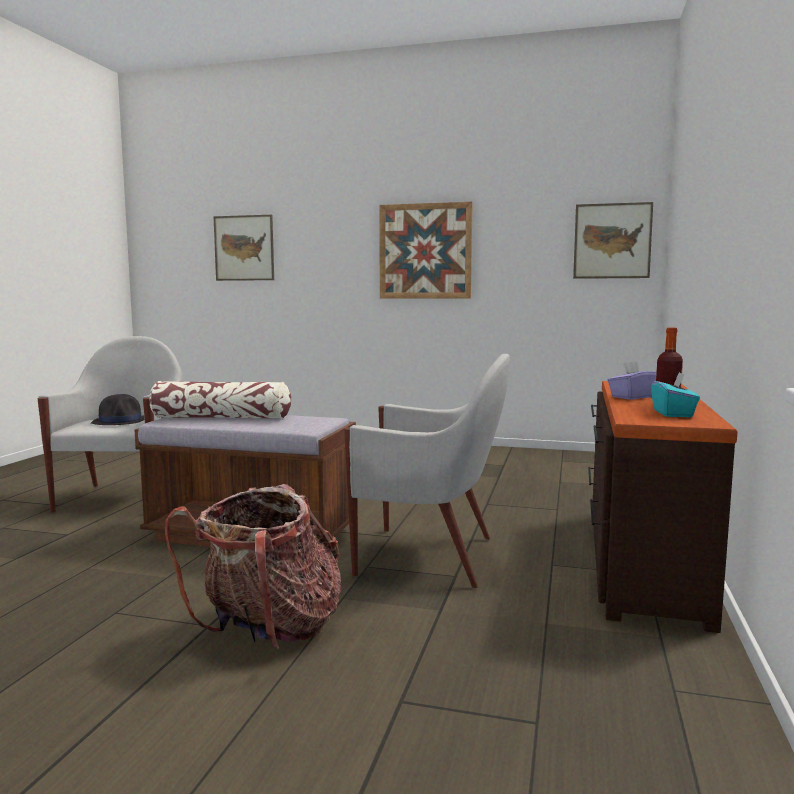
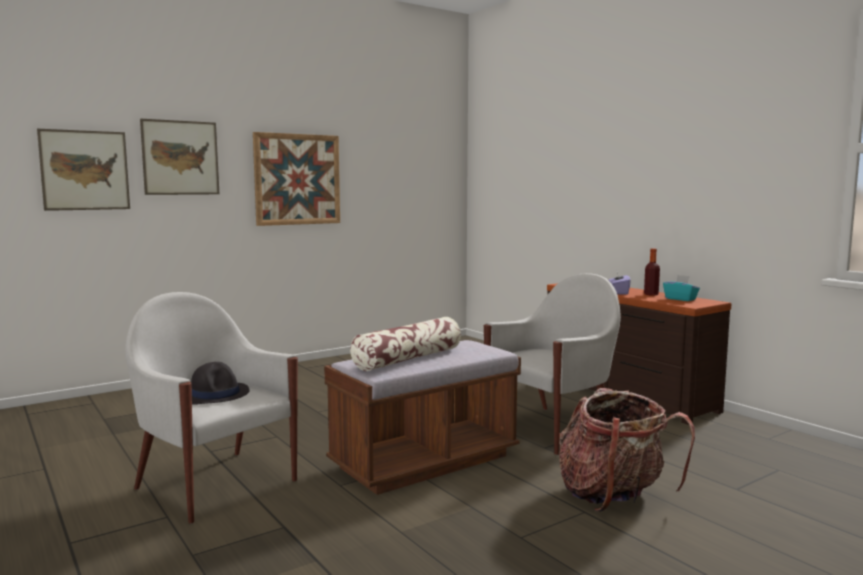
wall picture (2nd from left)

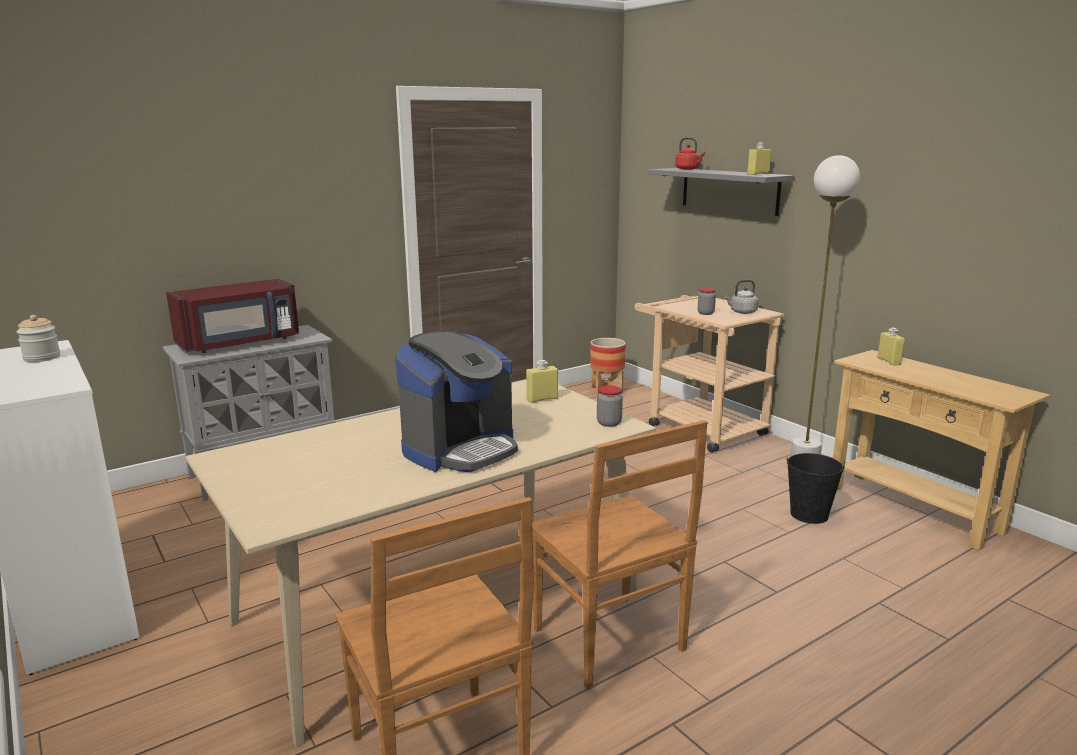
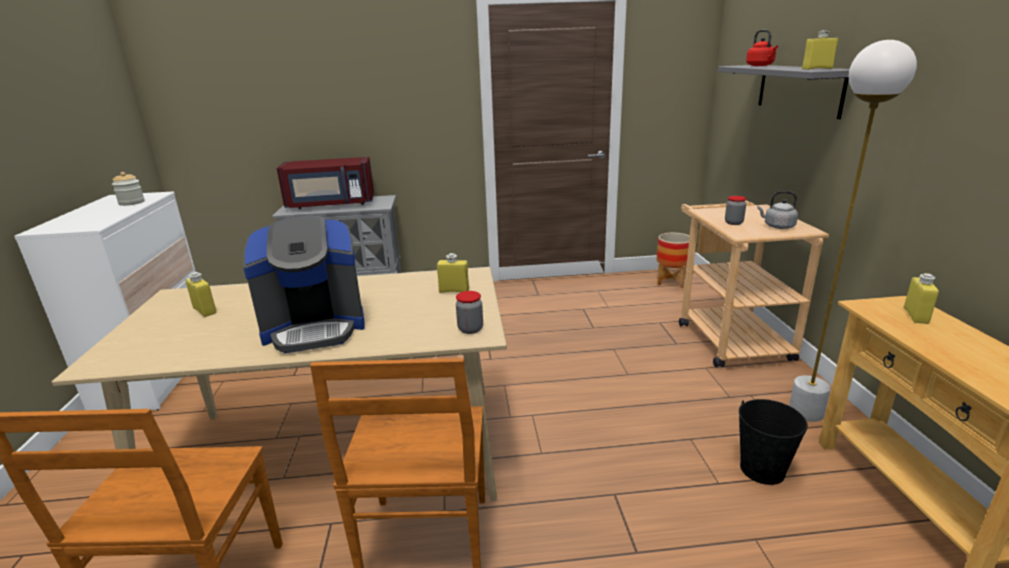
yellow-coloured beverage bottle (1st from left)

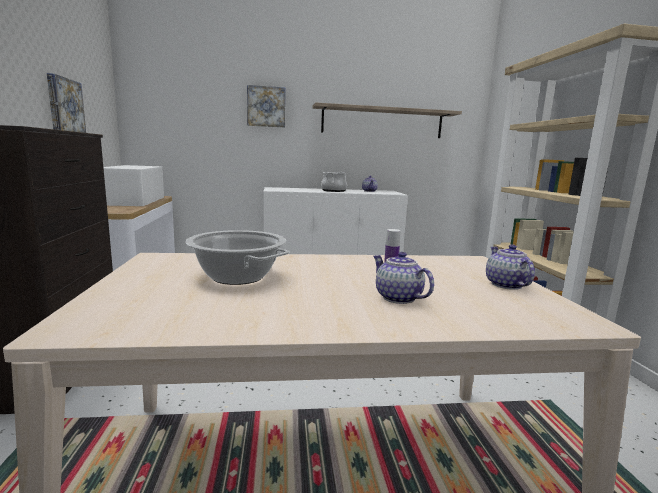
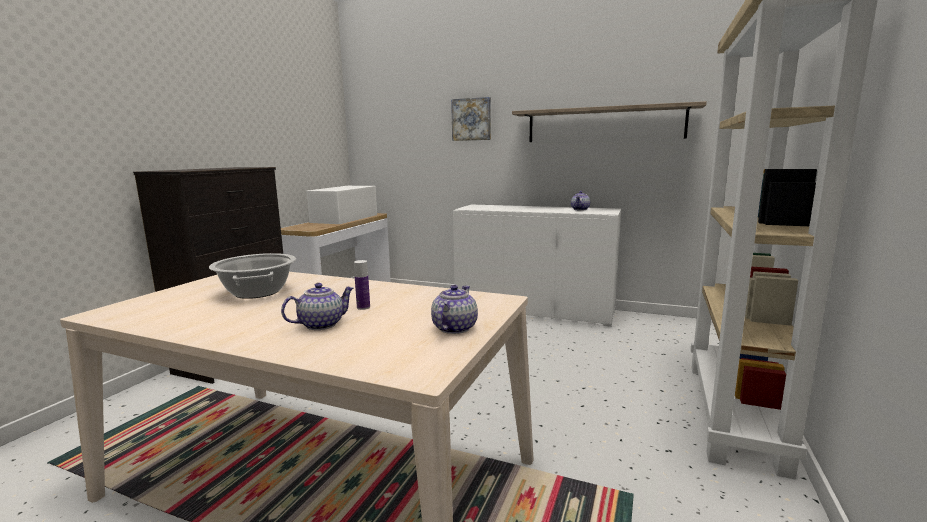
wall picture (1st from left in the first image)
stockpot (2nd from left in the first image)
tea pot (1st from left)

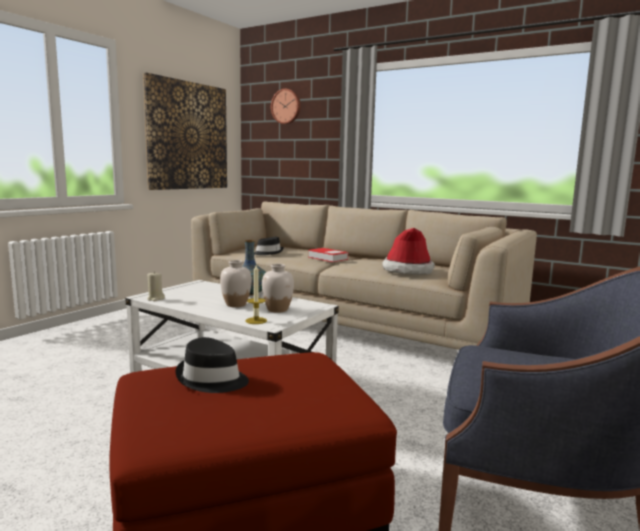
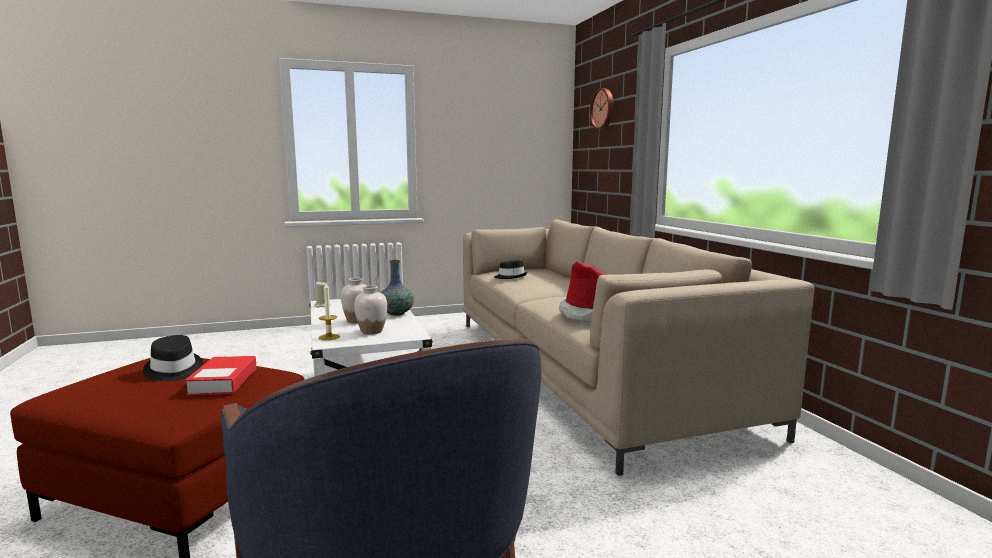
wall picture
volume

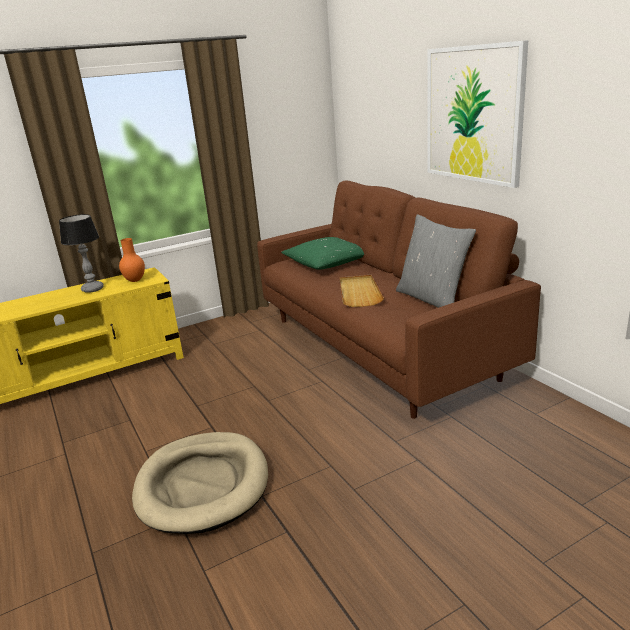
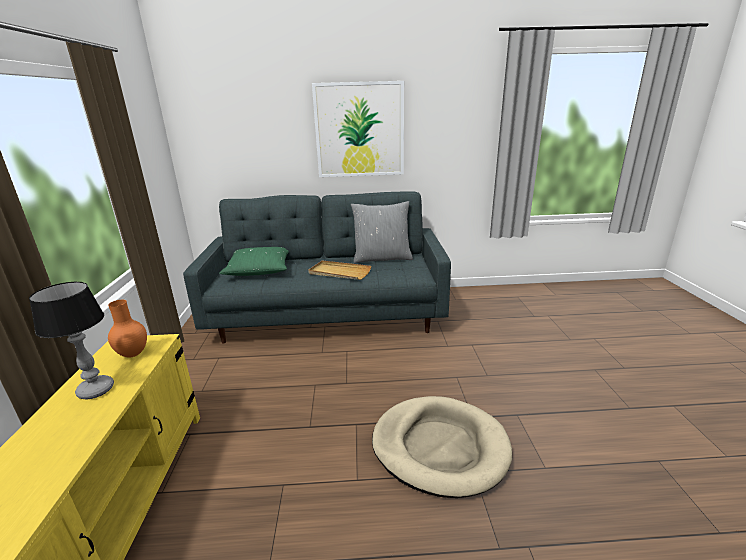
gray sofa

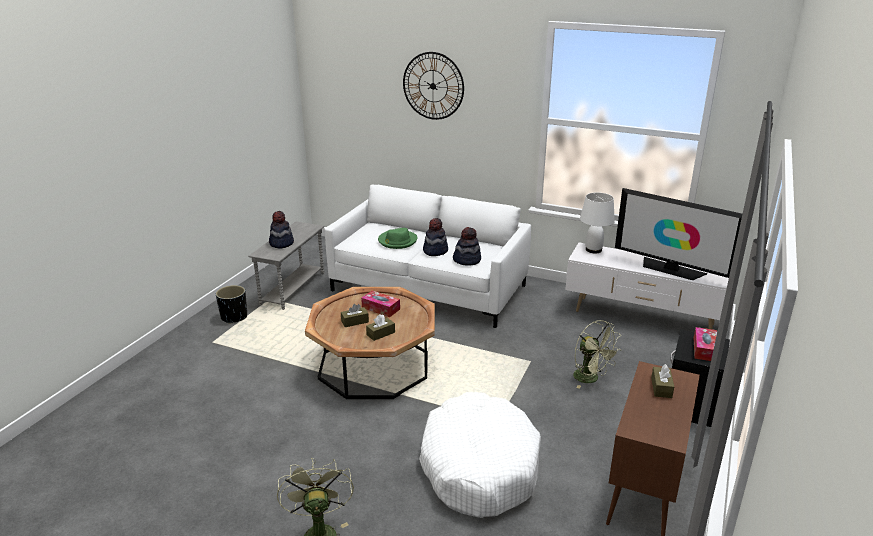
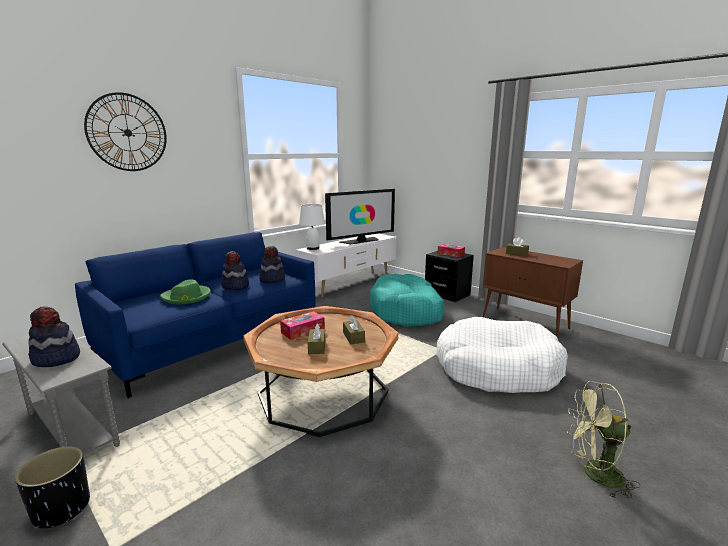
turquoise dog bed
blue sofa

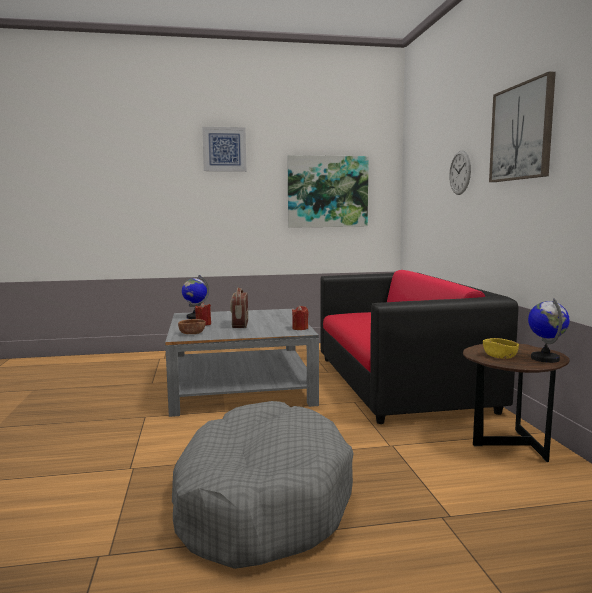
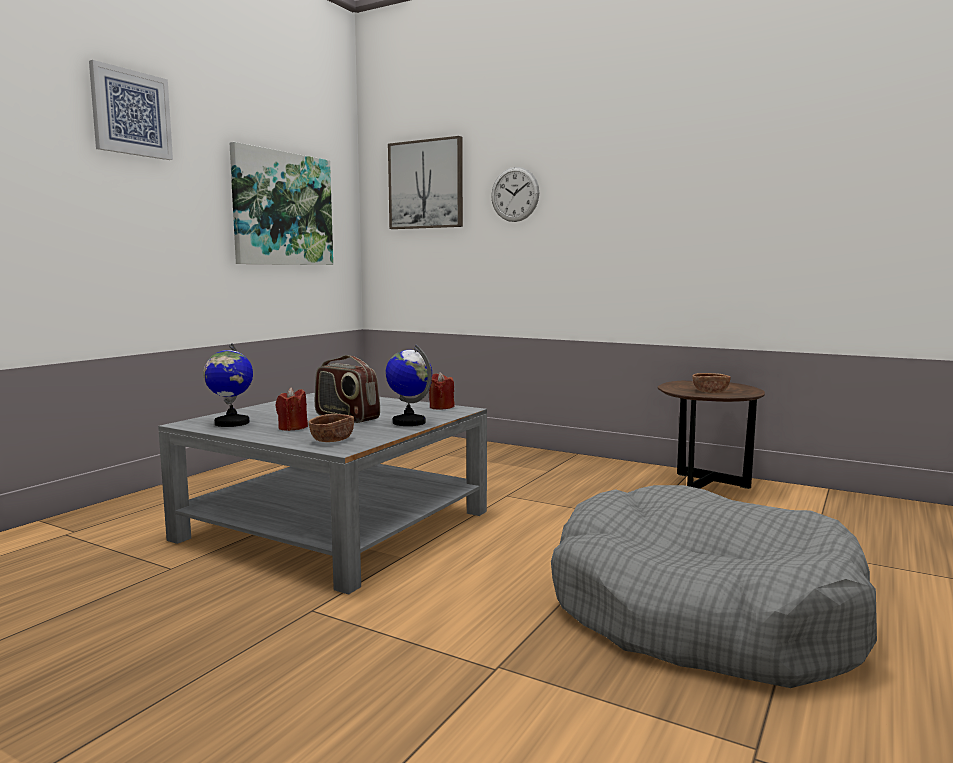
sofa
wall picture (3rd from left)
desk globe (2nd from left)
brownish serving bowl (2nd from left)

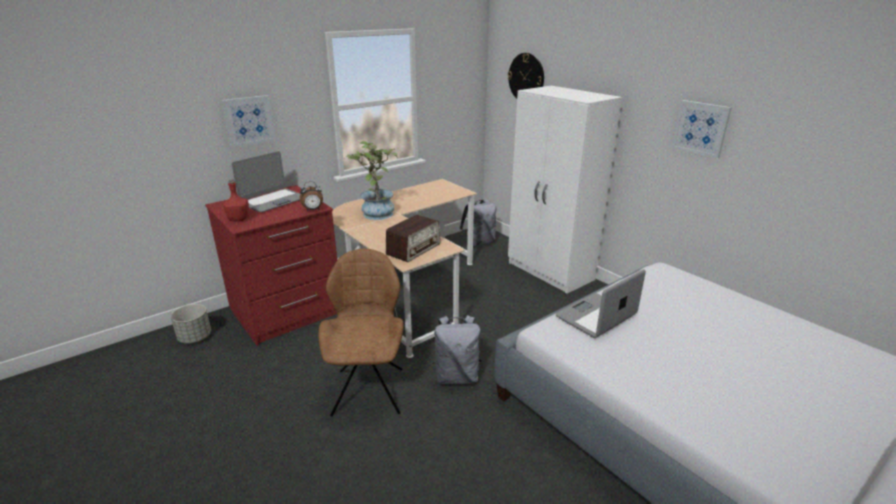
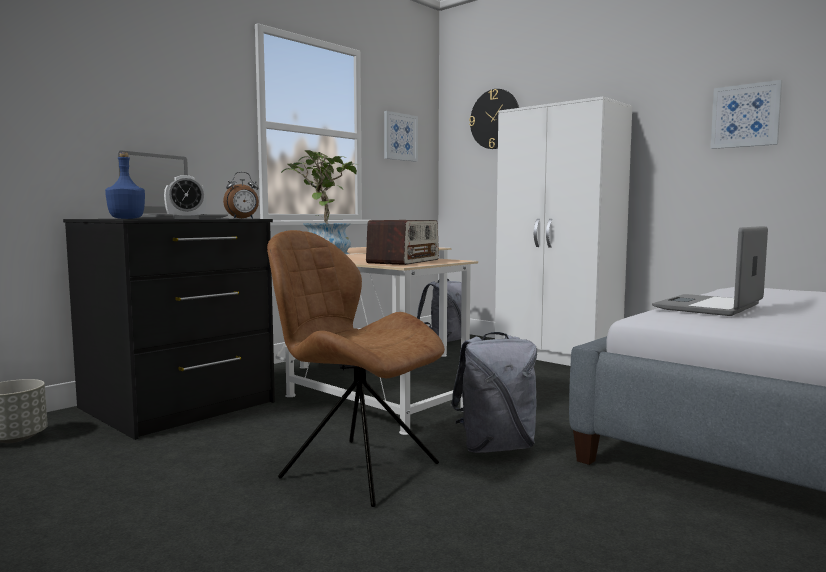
table clock (1st from left)
wall picture (1st from left)
black-coloured dresser
blue beverage bottle
brownish chair

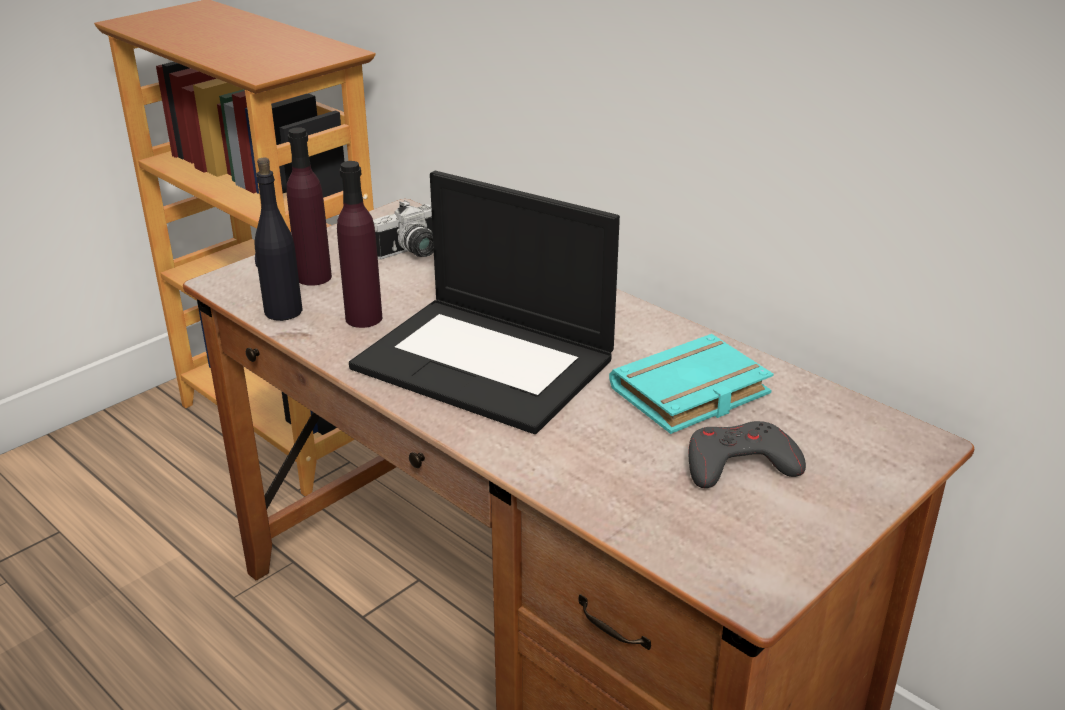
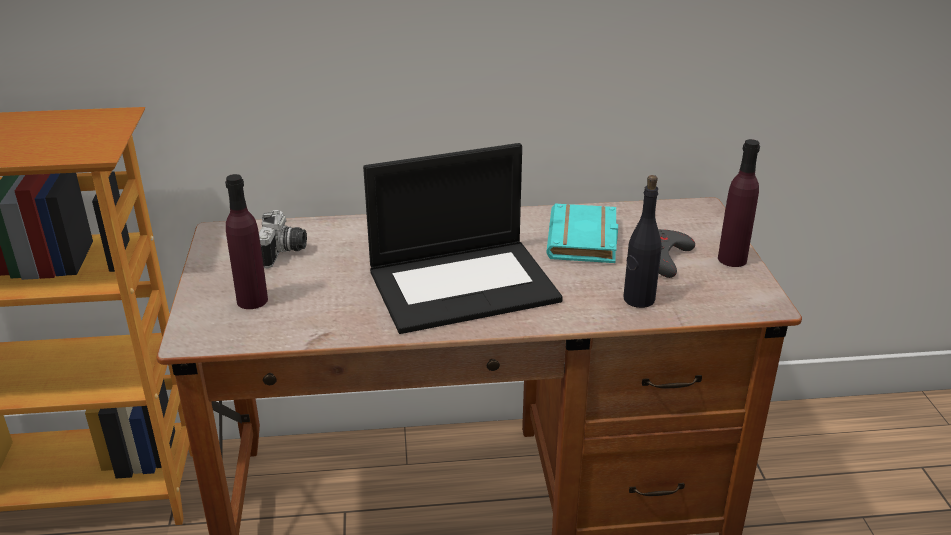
black-coloured beverage bottle
purplish beverage bottle (2nd from left)

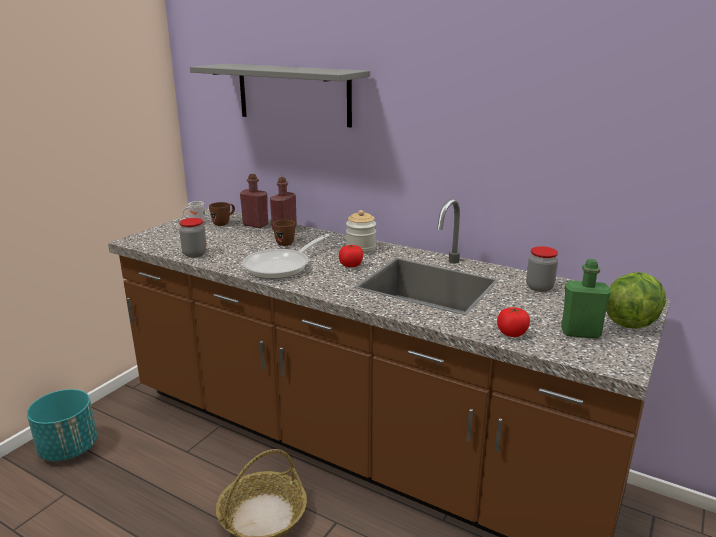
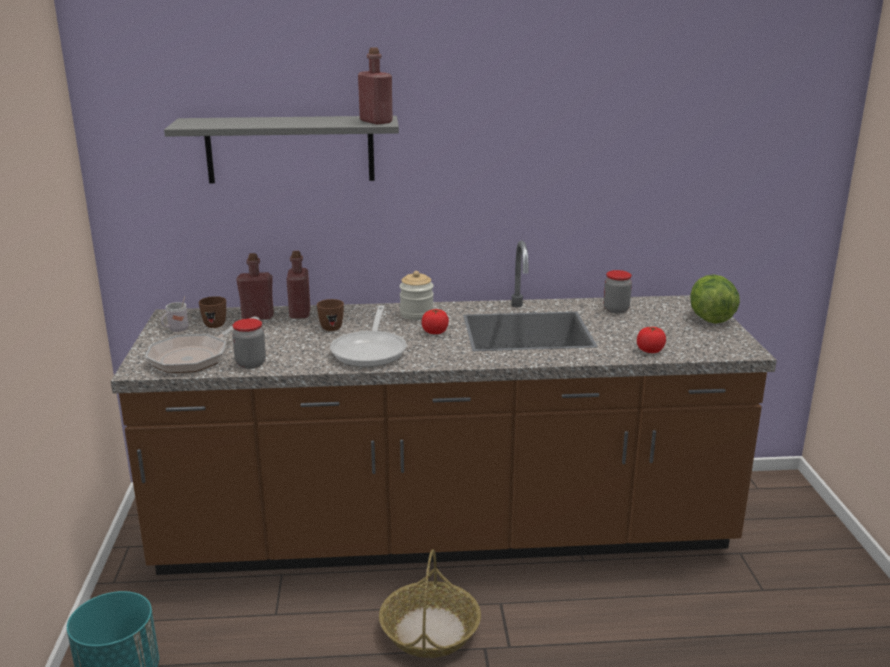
green beverage bottle
pan (1st from left)
reddish beverage bottle (3rd from left)

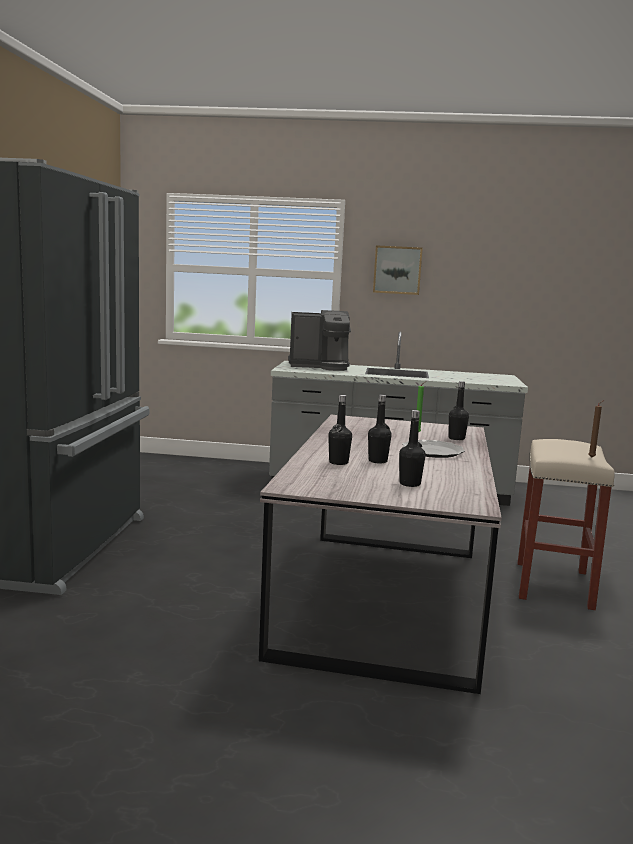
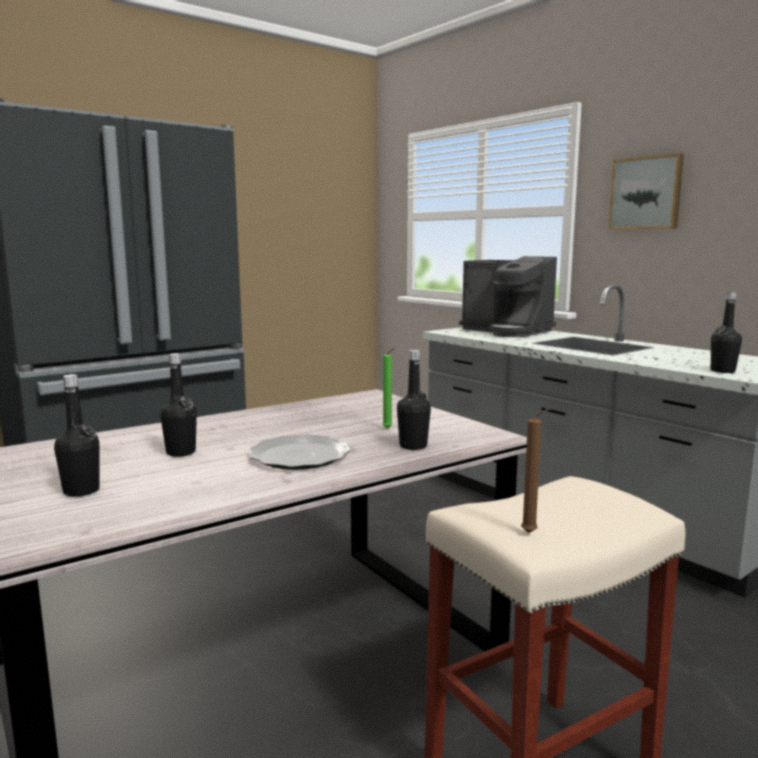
black-coloured beverage bottle (4th from left)

